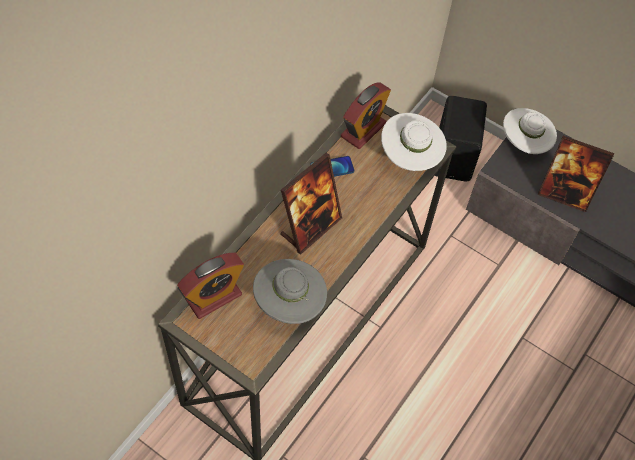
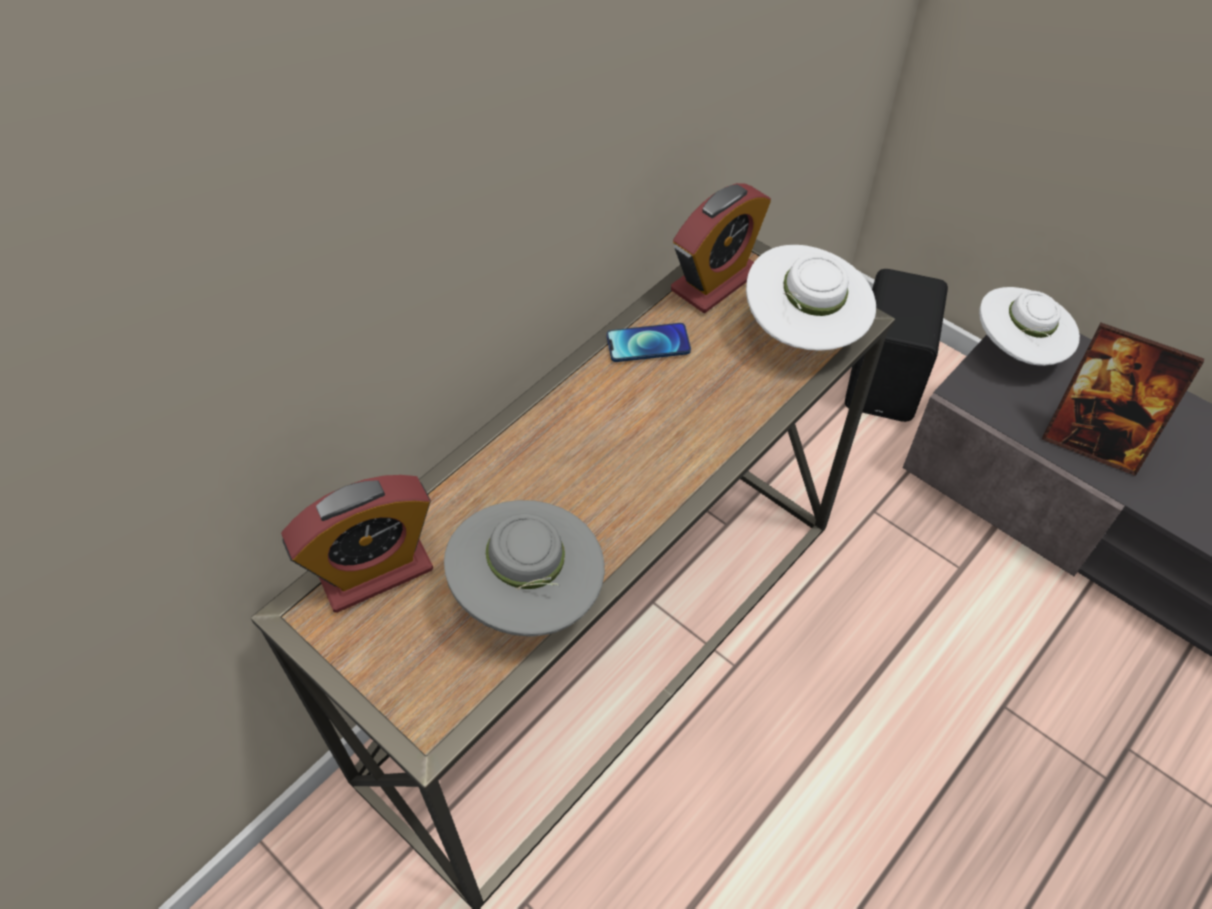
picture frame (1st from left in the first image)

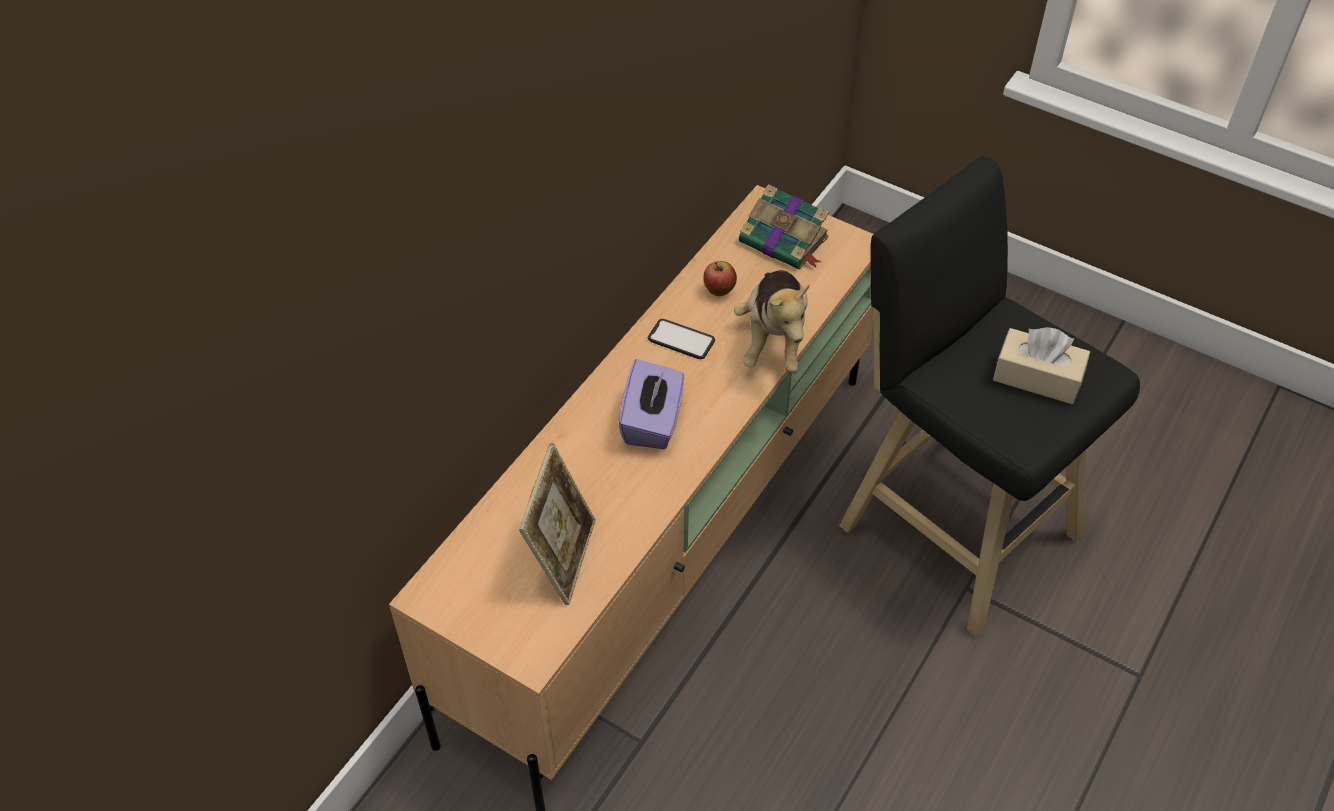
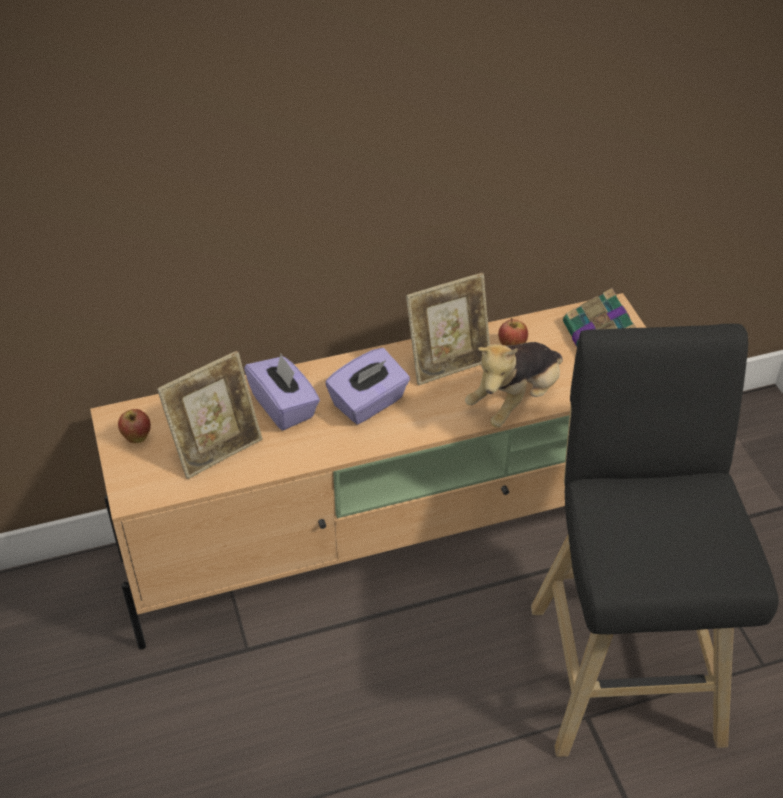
beige tissue holder
apple (1st from left)
purplish tissue holder (1st from left)
picture frame (2nd from left)

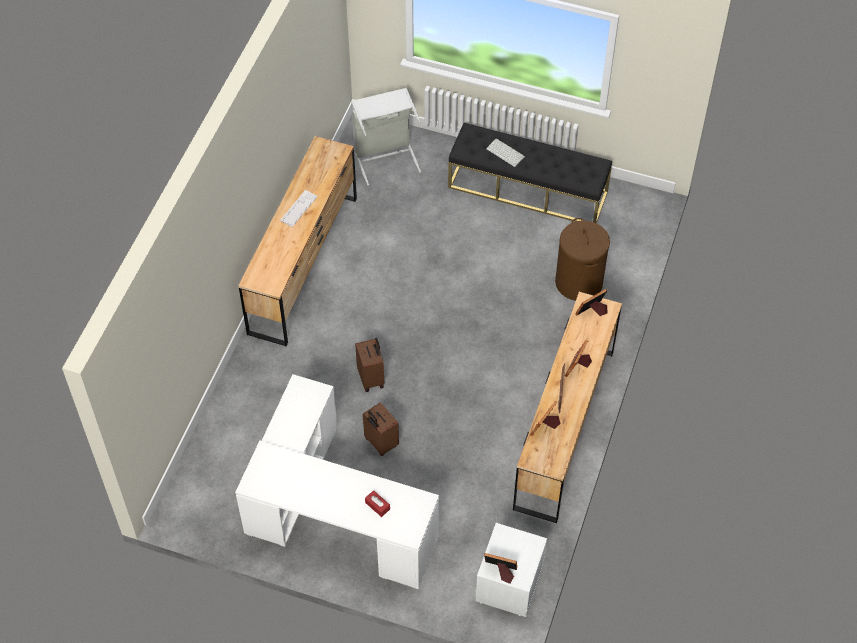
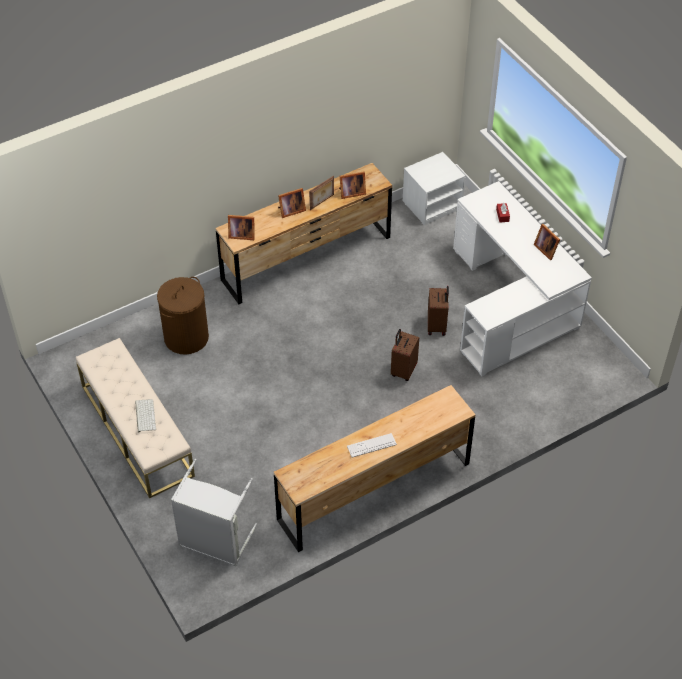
picture frame (5th from left)
beige bench

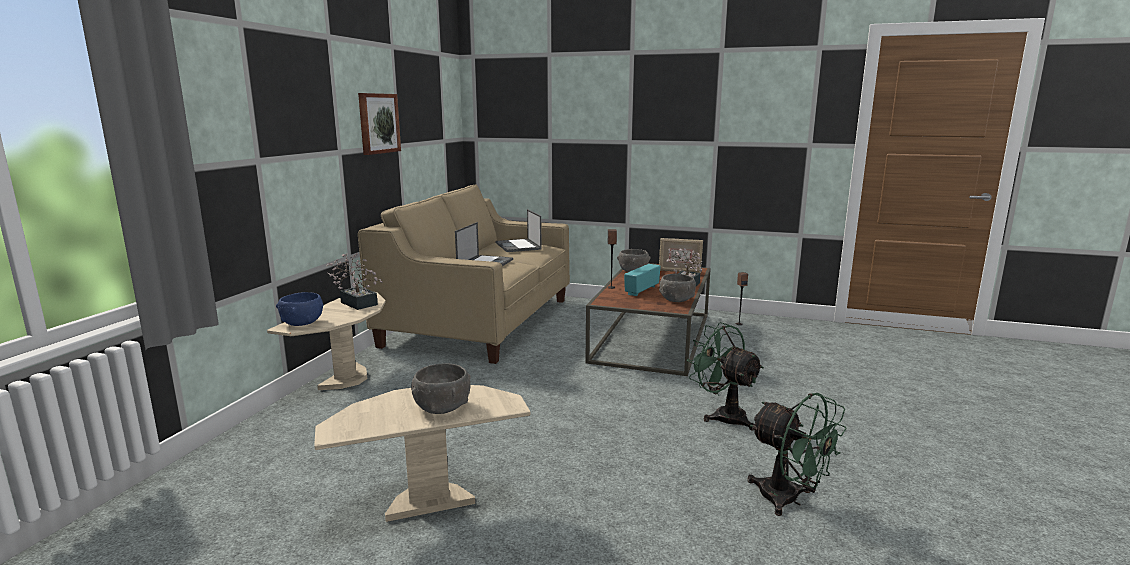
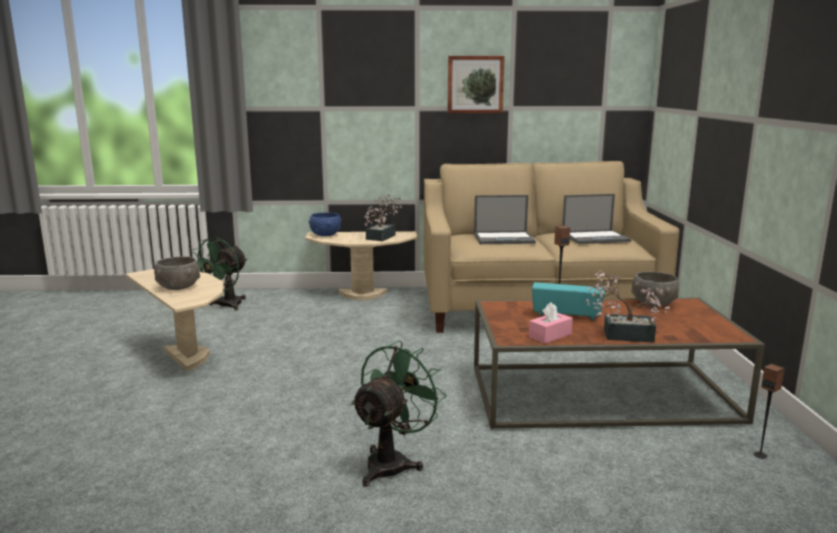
picture frame
green electric fan (1st from left)
pink tissue holder
laptop (2nd from left)

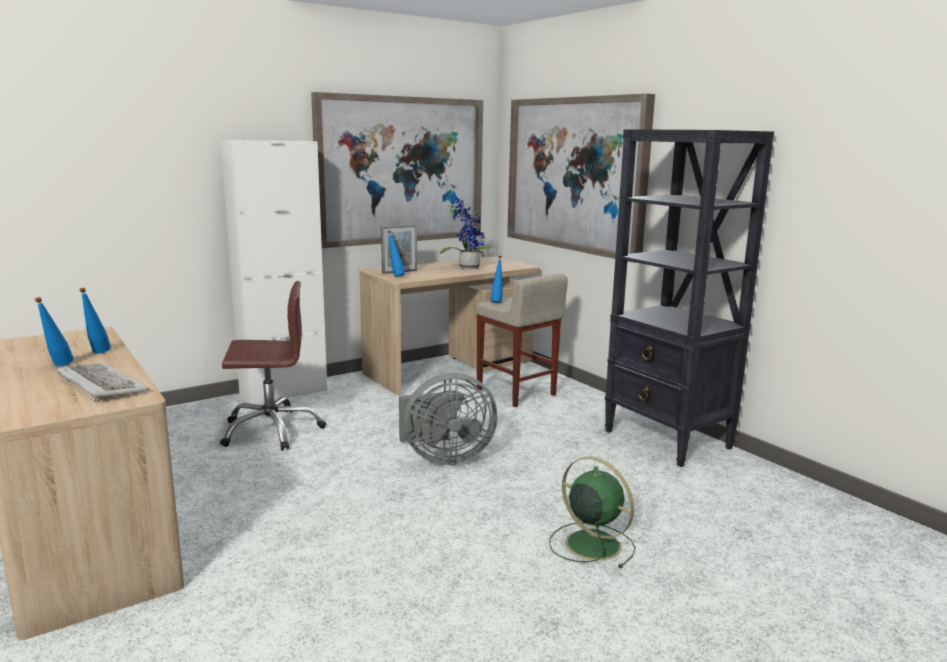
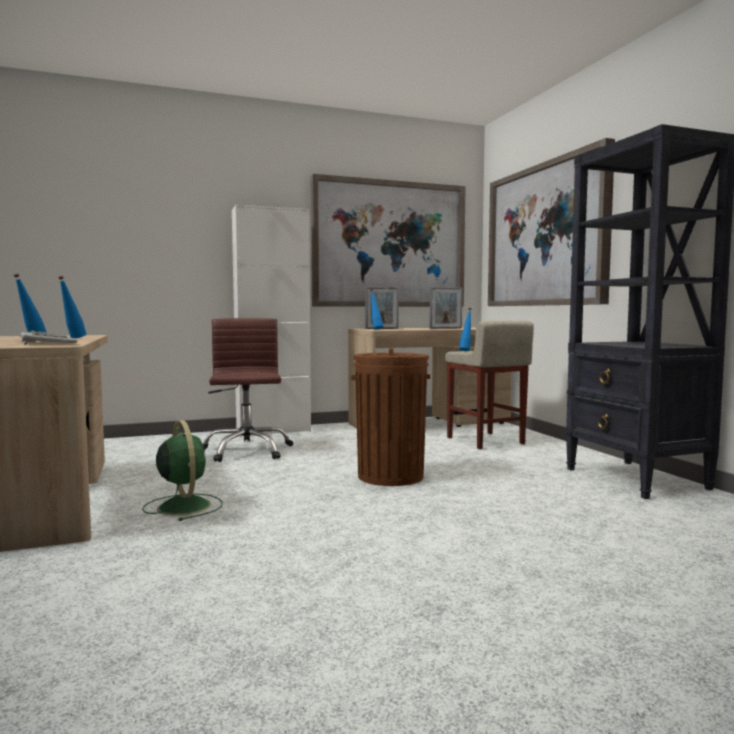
green electric fan
brownish waste bin
picture frame (2nd from left)
brownish computer chair

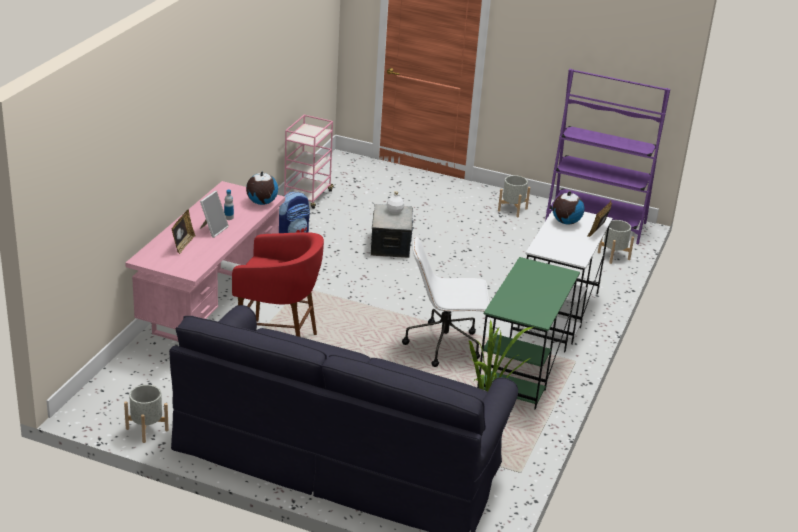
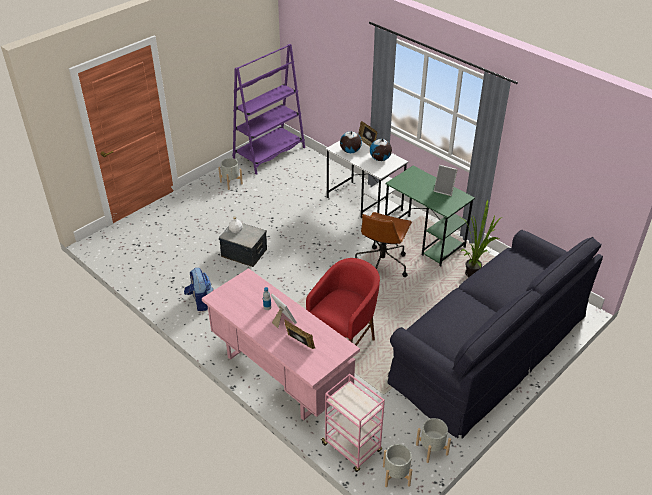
picture frame (4th from left)
desk globe (2nd from left)
pink trolley
gray plant pot (2nd from left)
brownish computer chair

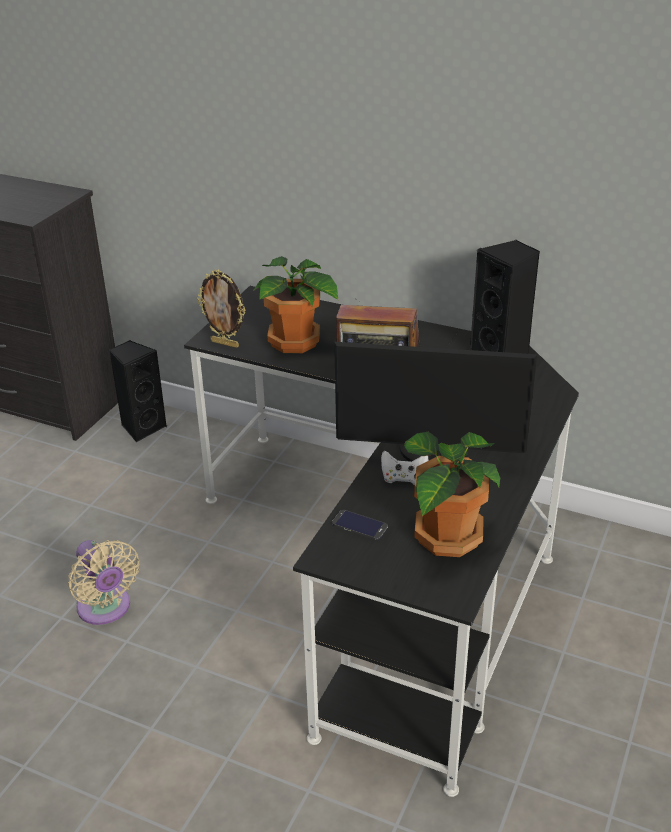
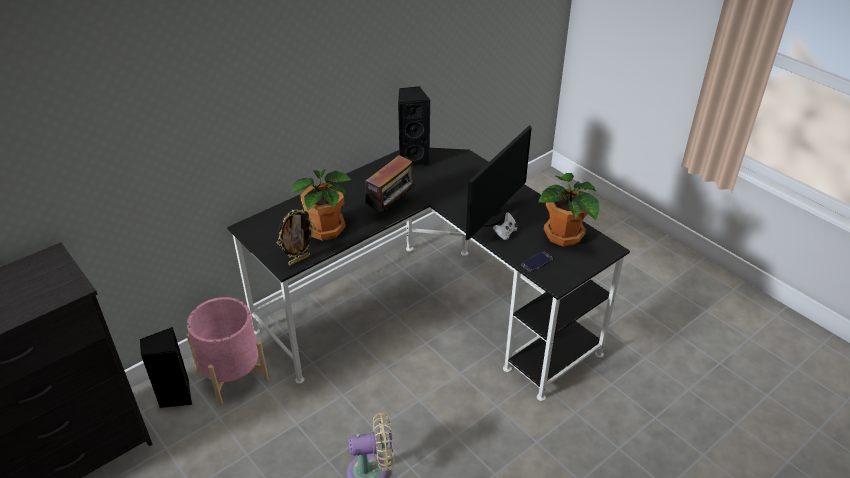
pink plant pot

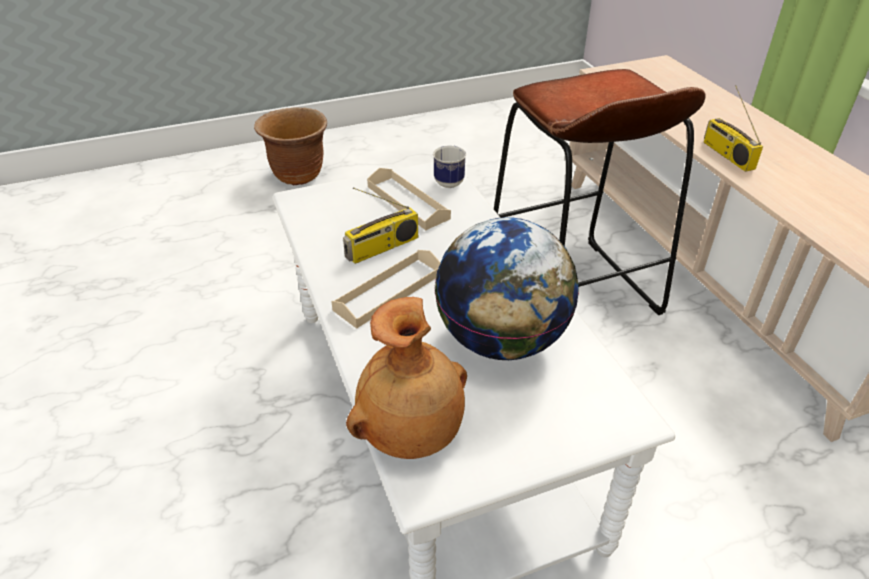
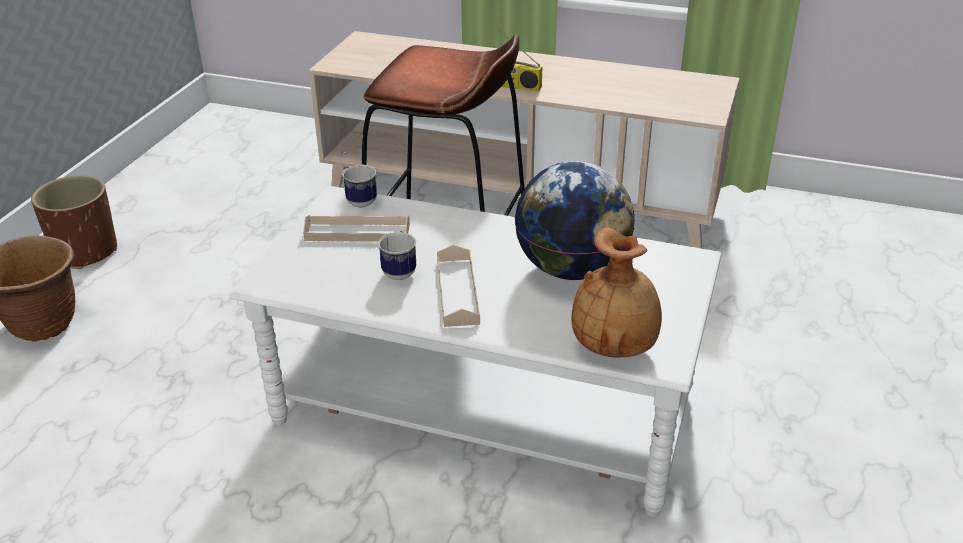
brownish plant pot (2nd from left)
tea mug (2nd from left)

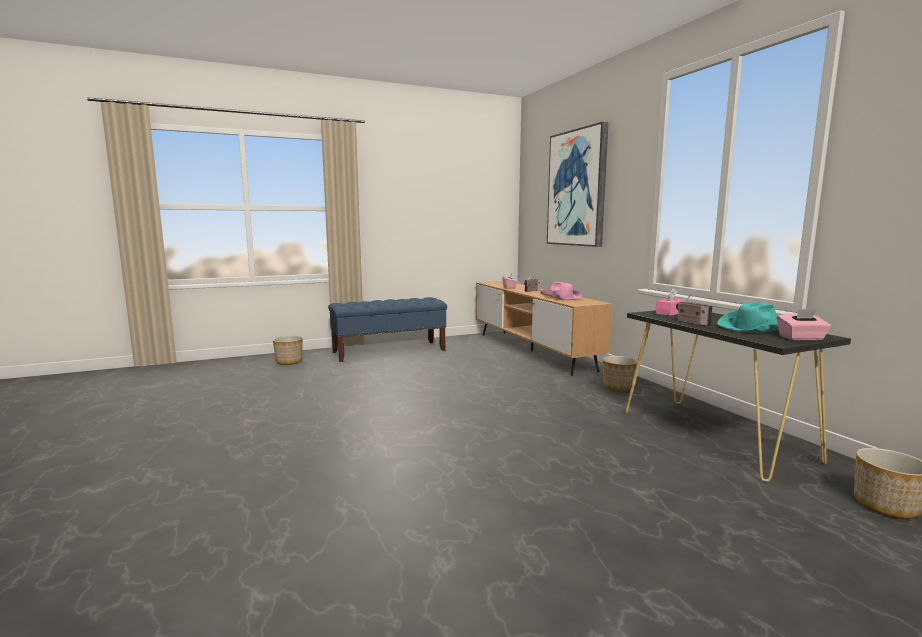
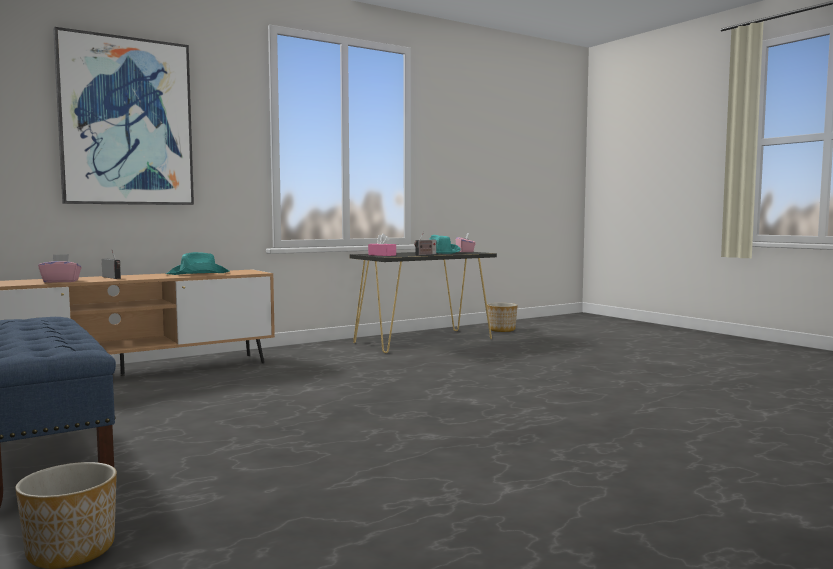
plant pot (2nd from left in the first image)
turquoise clothing hat (1st from left)

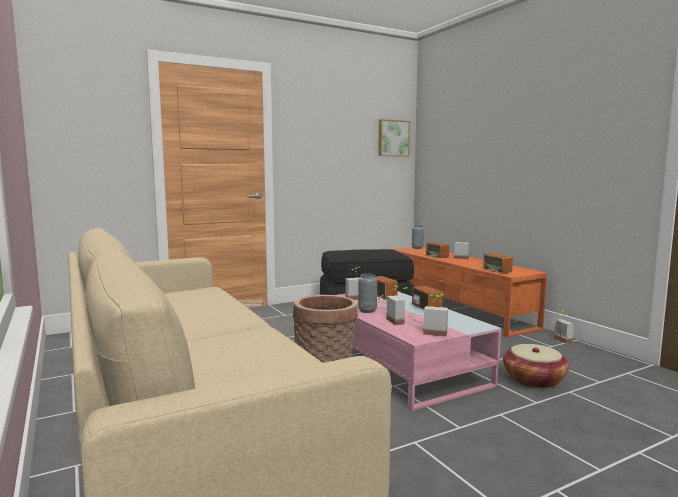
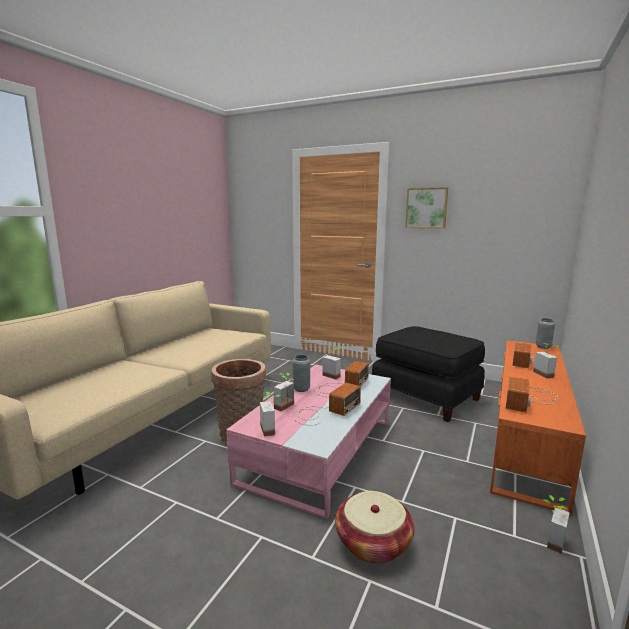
wall picture

